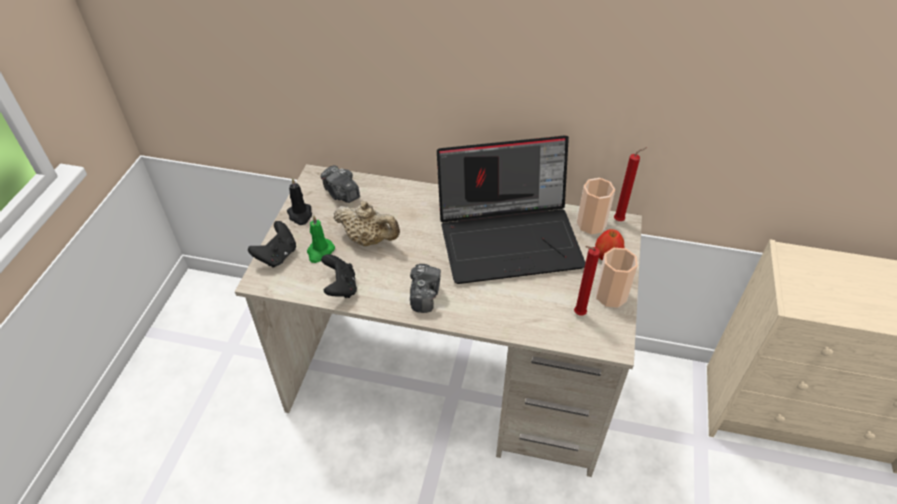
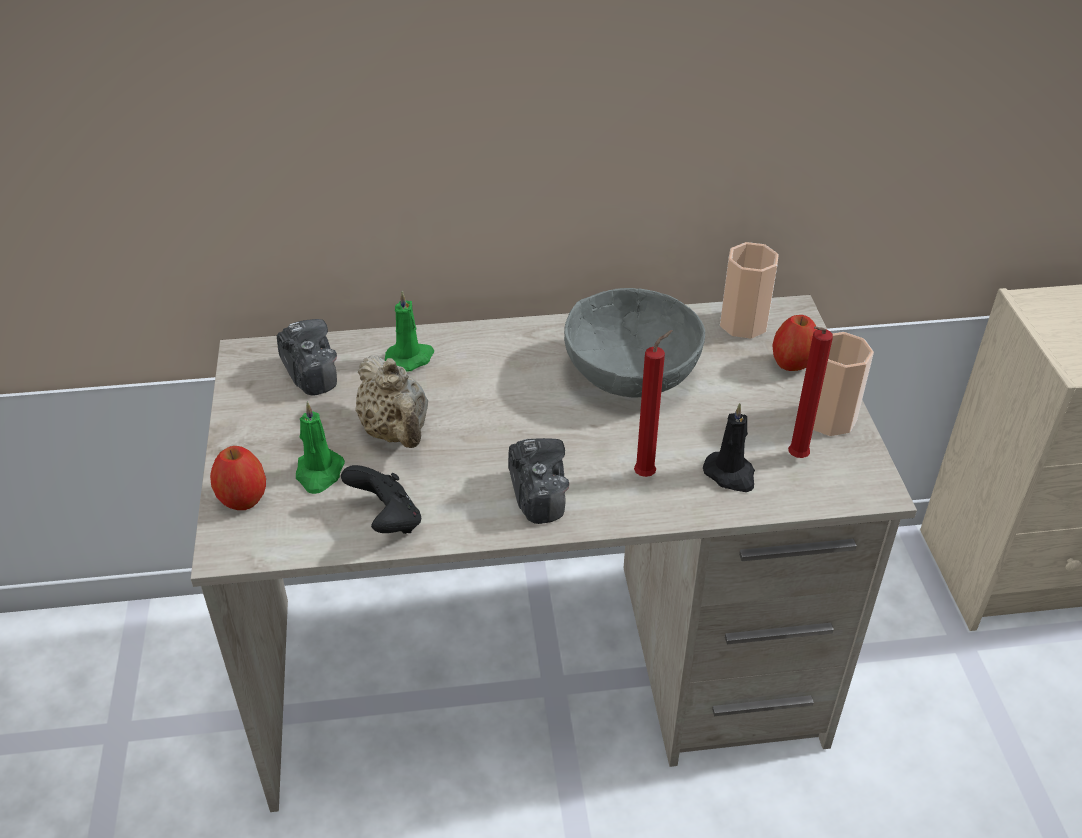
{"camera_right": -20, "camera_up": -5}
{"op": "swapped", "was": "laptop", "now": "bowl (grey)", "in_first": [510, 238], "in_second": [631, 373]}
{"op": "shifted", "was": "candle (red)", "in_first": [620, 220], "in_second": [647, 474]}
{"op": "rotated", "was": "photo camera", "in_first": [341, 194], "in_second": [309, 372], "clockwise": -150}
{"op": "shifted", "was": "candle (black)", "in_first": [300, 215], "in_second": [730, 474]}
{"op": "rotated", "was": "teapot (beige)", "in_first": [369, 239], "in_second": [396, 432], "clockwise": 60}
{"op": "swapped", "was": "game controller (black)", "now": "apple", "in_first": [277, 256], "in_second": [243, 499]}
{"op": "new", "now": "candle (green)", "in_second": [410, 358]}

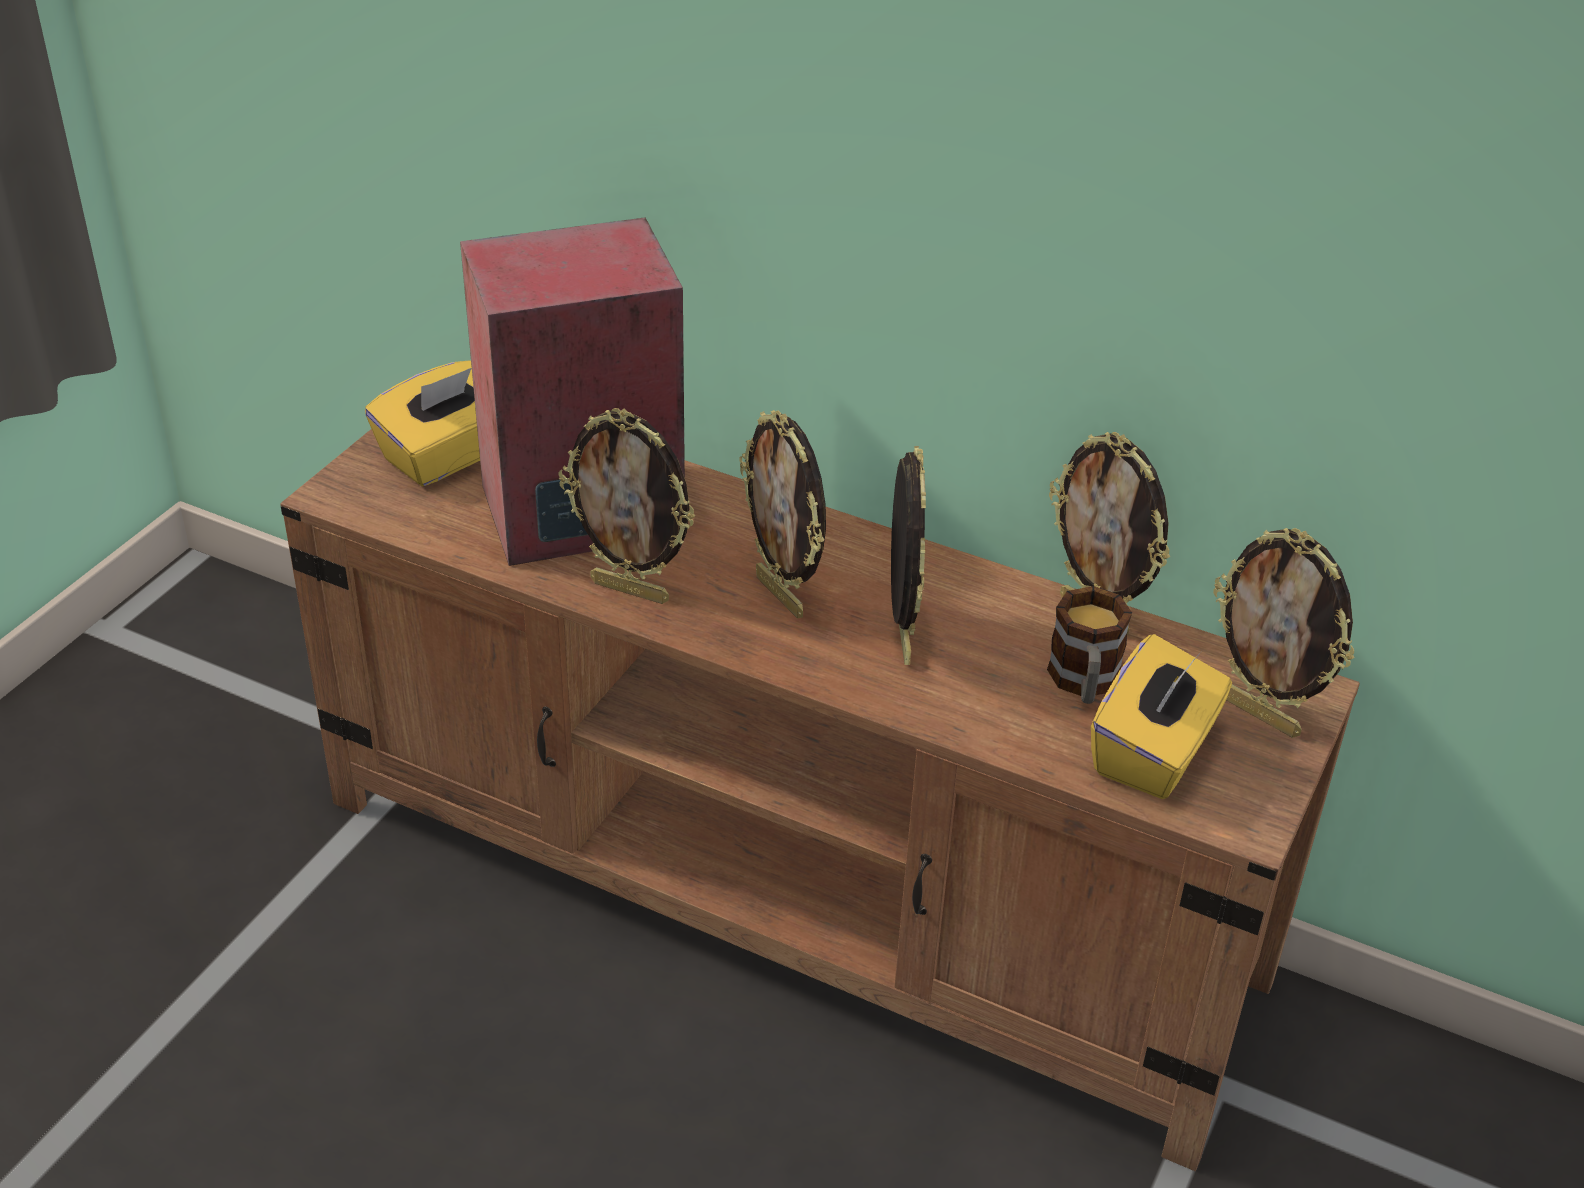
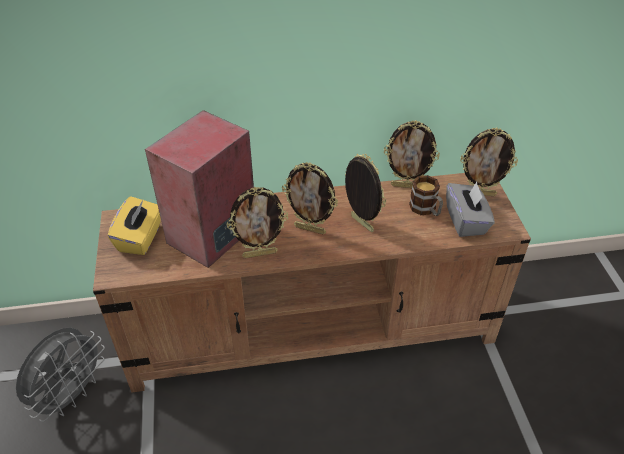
{"camera_right": -35, "camera_up": 5}
{"op": "repainted", "was": "tissue box (yellow)", "now": "tissue box (grey)", "in_first": [1154, 752], "in_second": [466, 221]}
{"op": "new", "now": "fan (grey)", "in_second": [71, 395]}

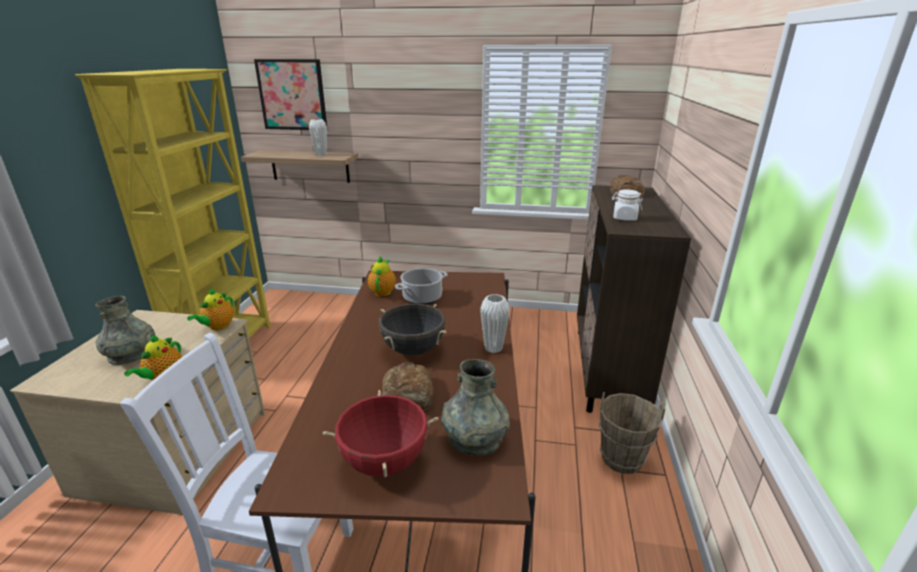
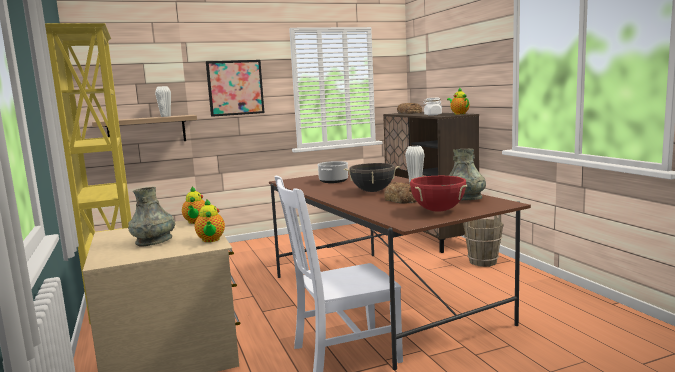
{"camera_right": -30, "camera_up": -15}
{"op": "shifted", "was": "picture", "in_first": [292, 95], "in_second": [235, 88]}
{"op": "shifted", "was": "teapot", "in_first": [383, 291], "in_second": [459, 114]}

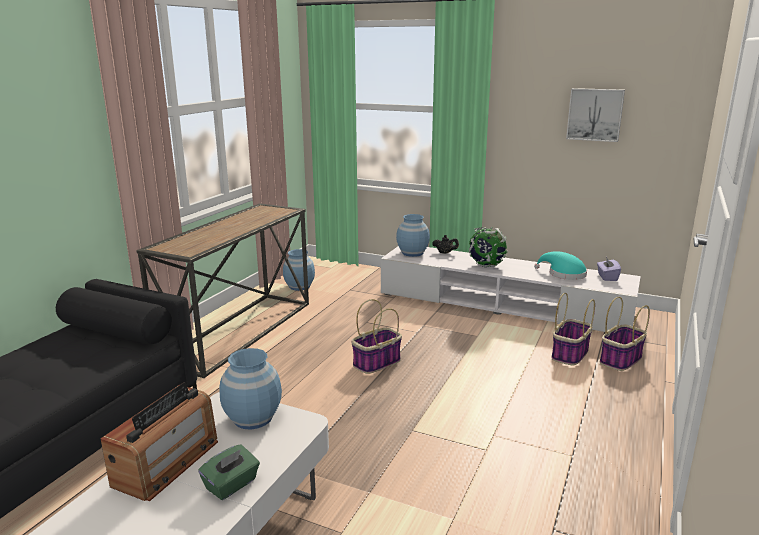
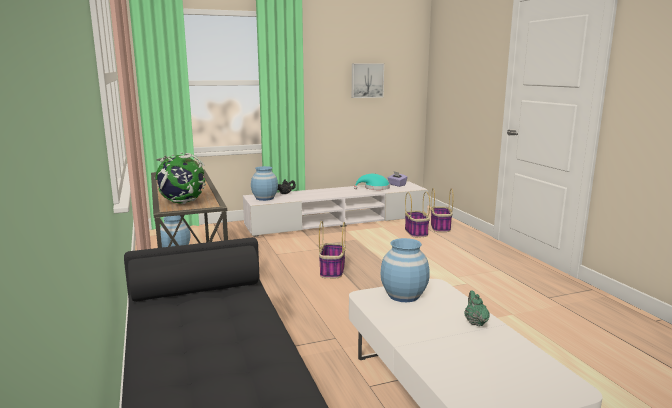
{"camera_right": -45, "camera_up": -5}
{"op": "shifted", "was": "globe", "in_first": [486, 266], "in_second": [182, 202]}
{"op": "gone", "was": "radio", "in_first": [167, 463]}
{"op": "swapped", "was": "tissue box (green)", "now": "teapot (green)", "in_first": [231, 485], "in_second": [475, 322]}

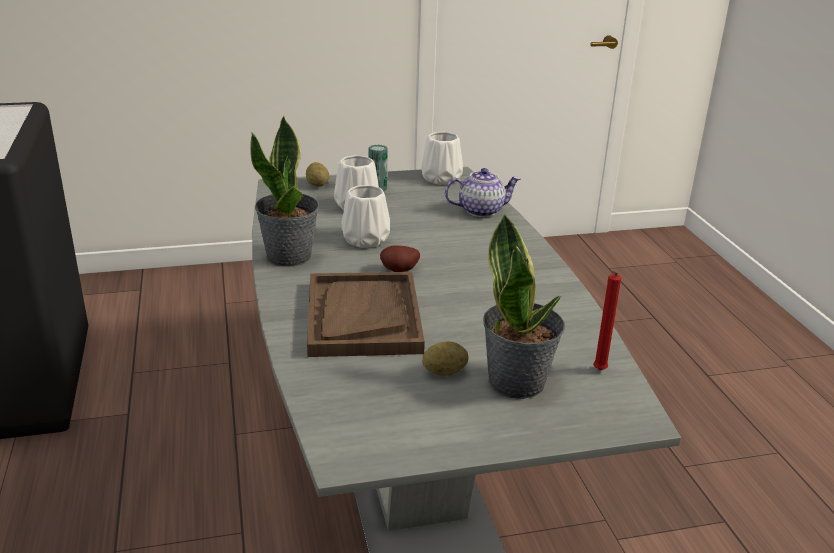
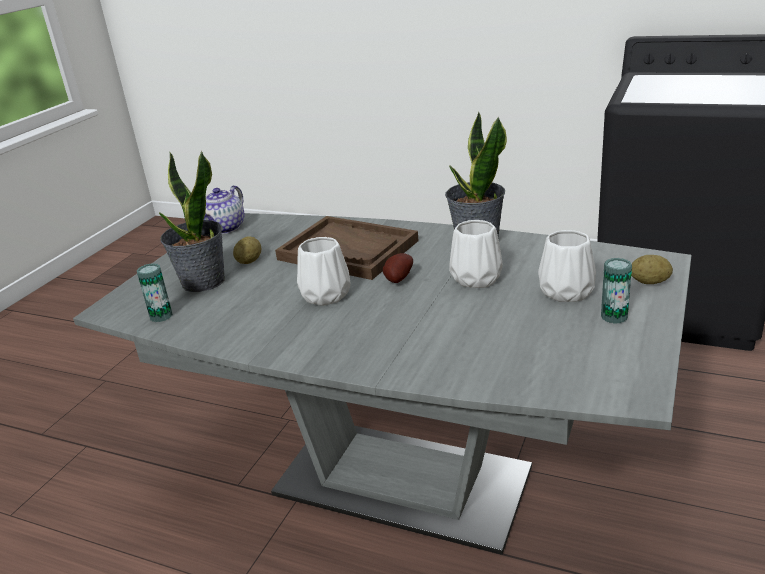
{"camera_right": 130, "camera_up": 0}
{"op": "shifted", "was": "vase (white)", "in_first": [440, 179], "in_second": [325, 295]}
{"op": "shifted", "was": "teapot", "in_first": [481, 210], "in_second": [225, 228]}
{"op": "swapped", "was": "candle (red)", "now": "can", "in_first": [598, 371], "in_second": [161, 316]}

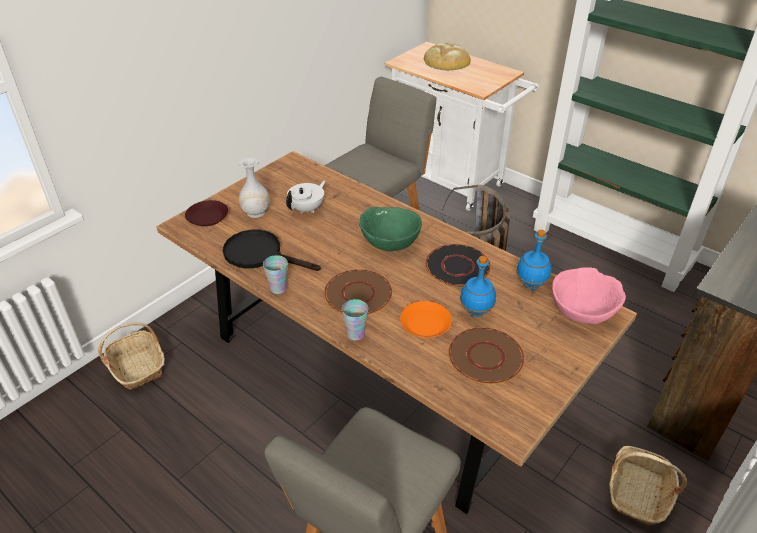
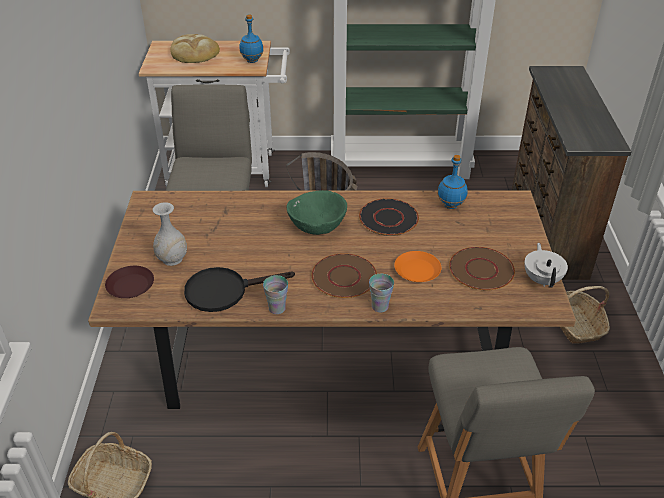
{"camera_right": -40, "camera_up": 0}
{"op": "shifted", "was": "teapot (white)", "in_first": [307, 209], "in_second": [542, 279]}
{"op": "shifted", "was": "bottle (blue)", "in_first": [475, 311], "in_second": [252, 61]}
{"op": "gone", "was": "bowl (pink)", "in_first": [583, 311]}

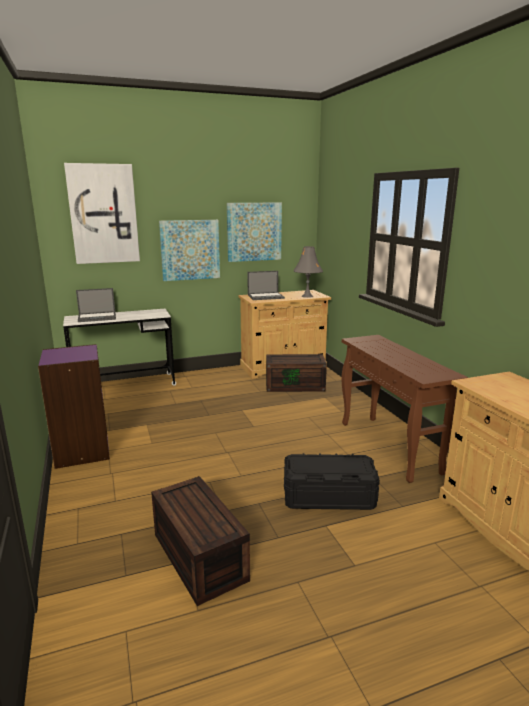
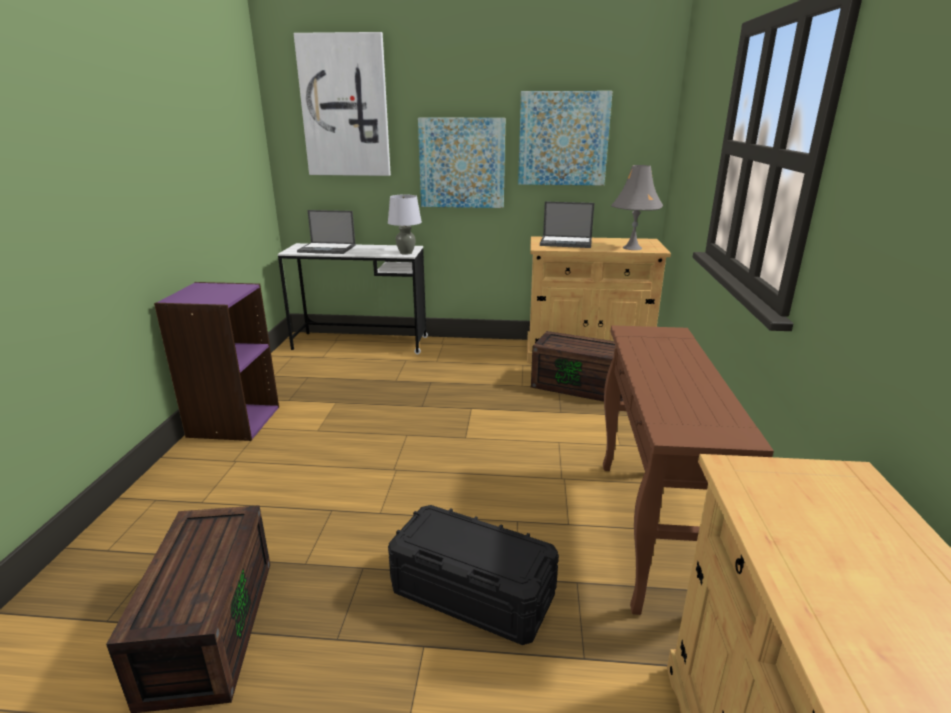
{"camera_right": 25, "camera_up": 5}
{"op": "new", "now": "table lamp (grey)", "in_second": [406, 253]}

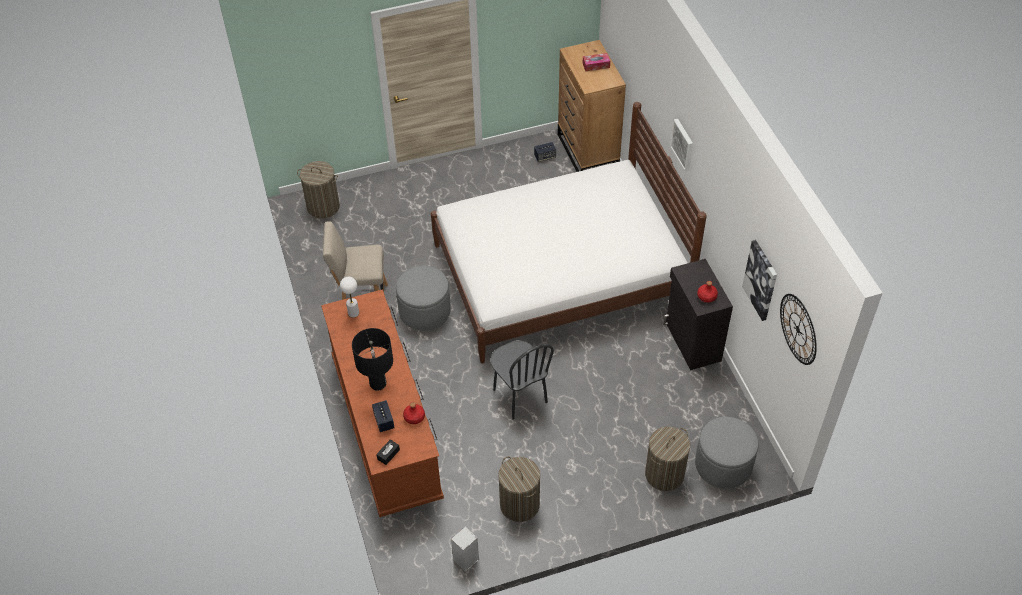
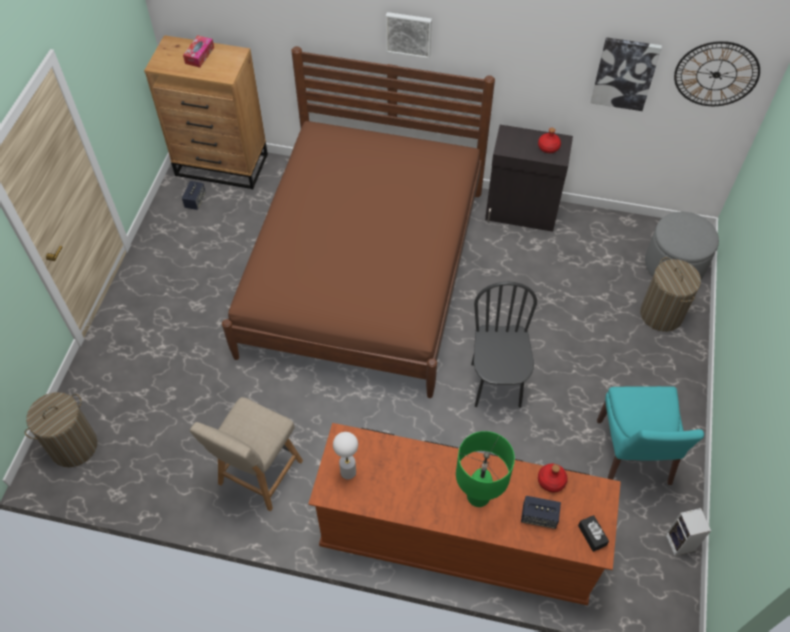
{"camera_right": -60, "camera_up": 5}
{"op": "repainted", "was": "bed (white)", "now": "bed (brown)", "in_first": [559, 275], "in_second": [364, 271]}
{"op": "gone", "was": "ottoman (grey)", "in_first": [425, 311]}
{"op": "repainted", "was": "table lamp (black)", "now": "table lamp (green)", "in_first": [377, 384], "in_second": [478, 497]}
{"op": "rotated", "was": "chair (black)", "in_first": [519, 396], "in_second": [496, 385], "clockwise": -90}
{"op": "swapped", "was": "laundry basket", "now": "chair (turquoise)", "in_first": [519, 504], "in_second": [633, 455]}

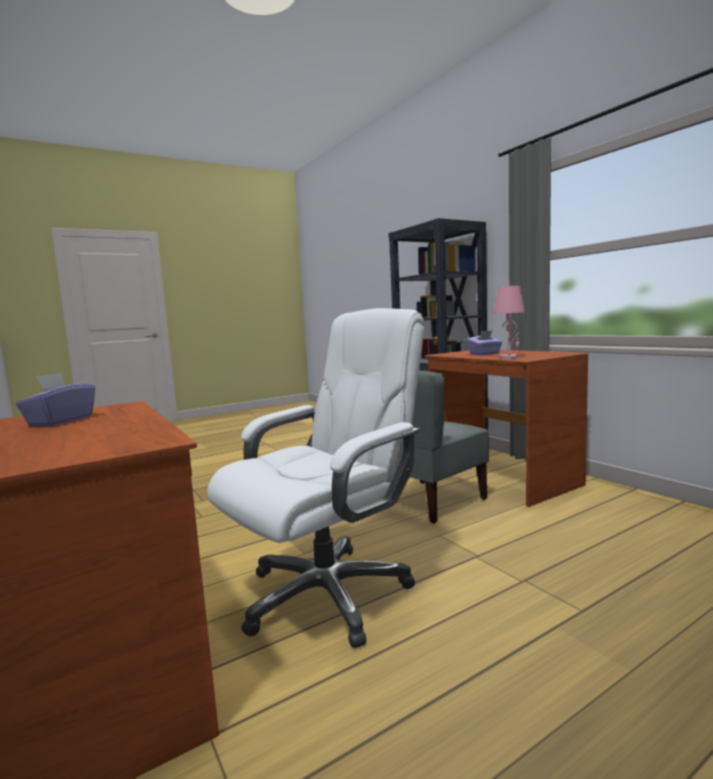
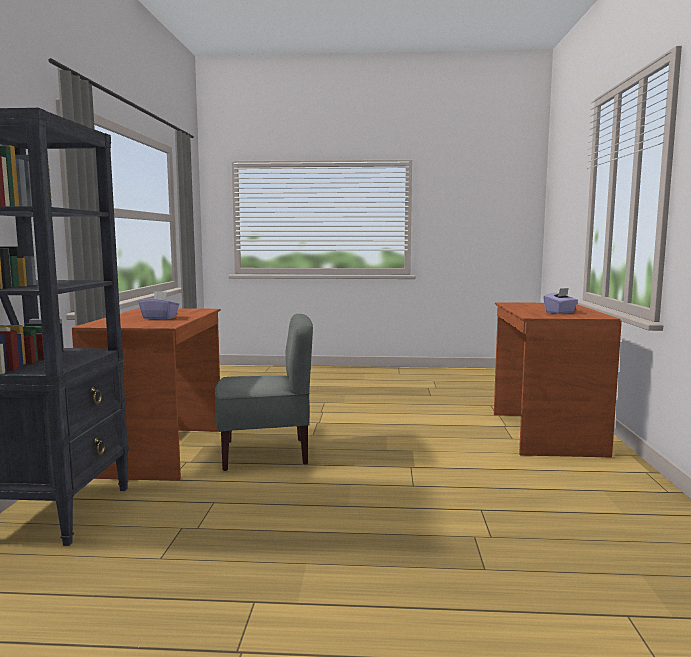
{"camera_right": -145, "camera_up": 0}
{"op": "gone", "was": "table lamp (pink)", "in_first": [509, 357]}
{"op": "gone", "was": "office chair (white)", "in_first": [327, 593]}

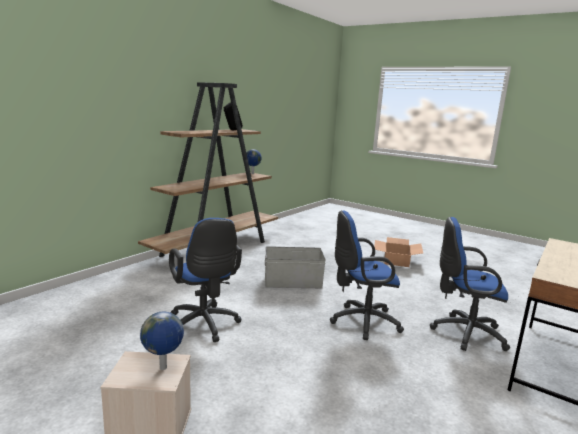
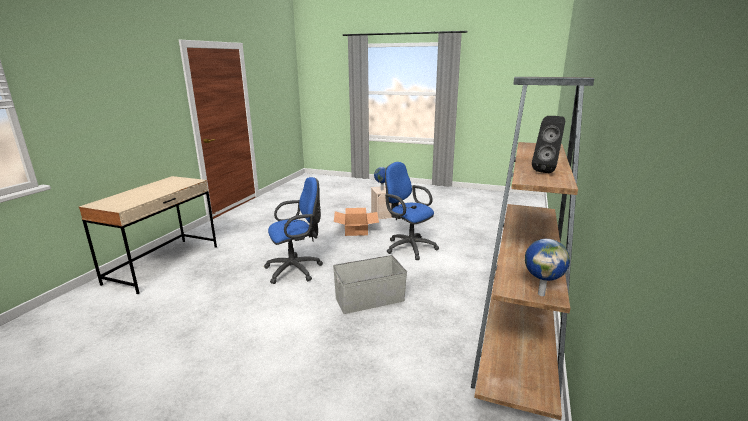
{"camera_right": 165, "camera_up": 5}
{"op": "gone", "was": "office chair (blue)", "in_first": [464, 333]}
{"op": "shifted", "was": "cardboard box", "in_first": [396, 260], "in_second": [356, 229]}

